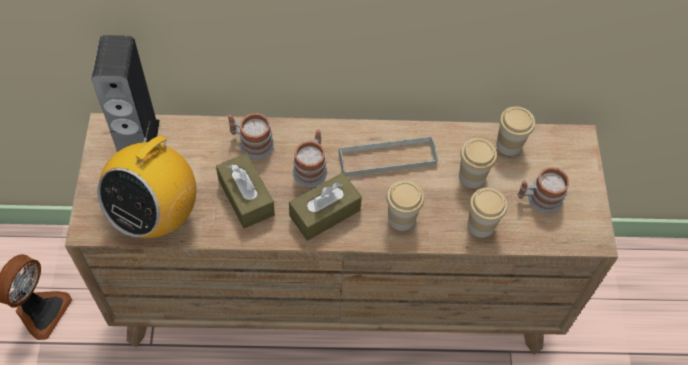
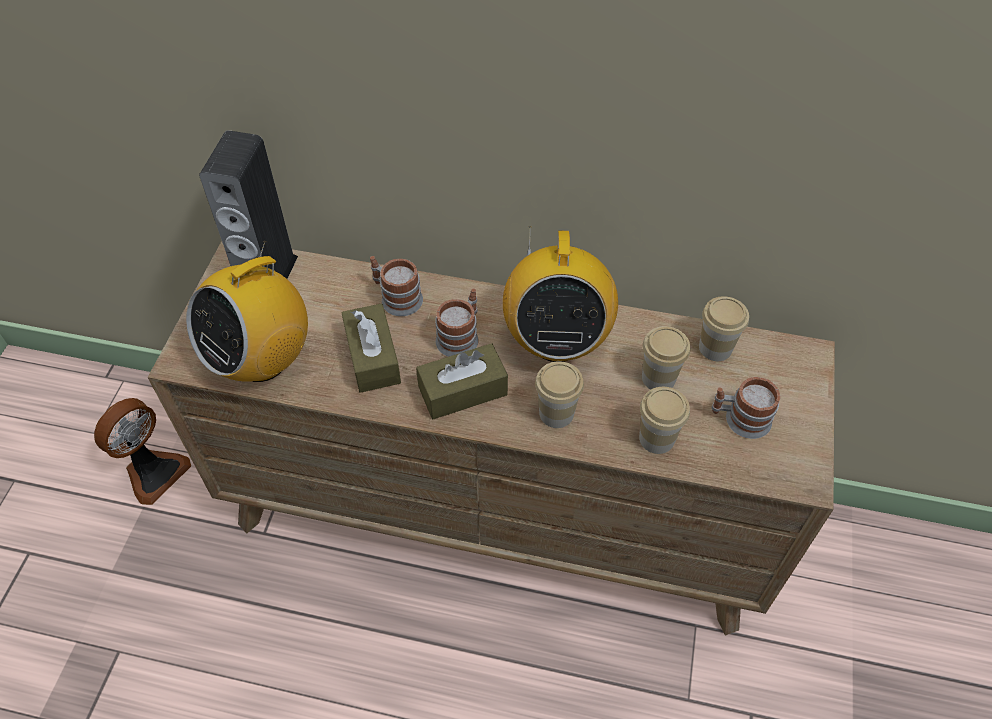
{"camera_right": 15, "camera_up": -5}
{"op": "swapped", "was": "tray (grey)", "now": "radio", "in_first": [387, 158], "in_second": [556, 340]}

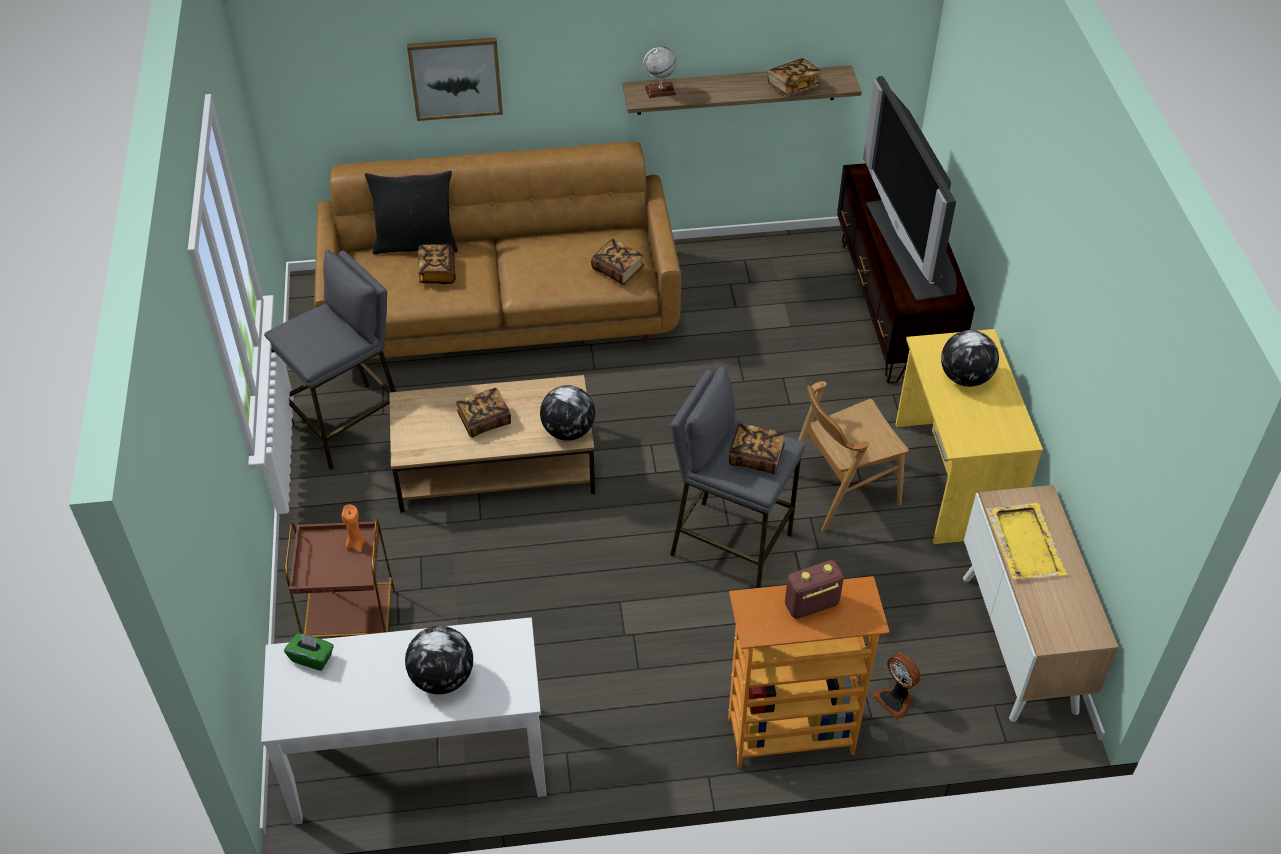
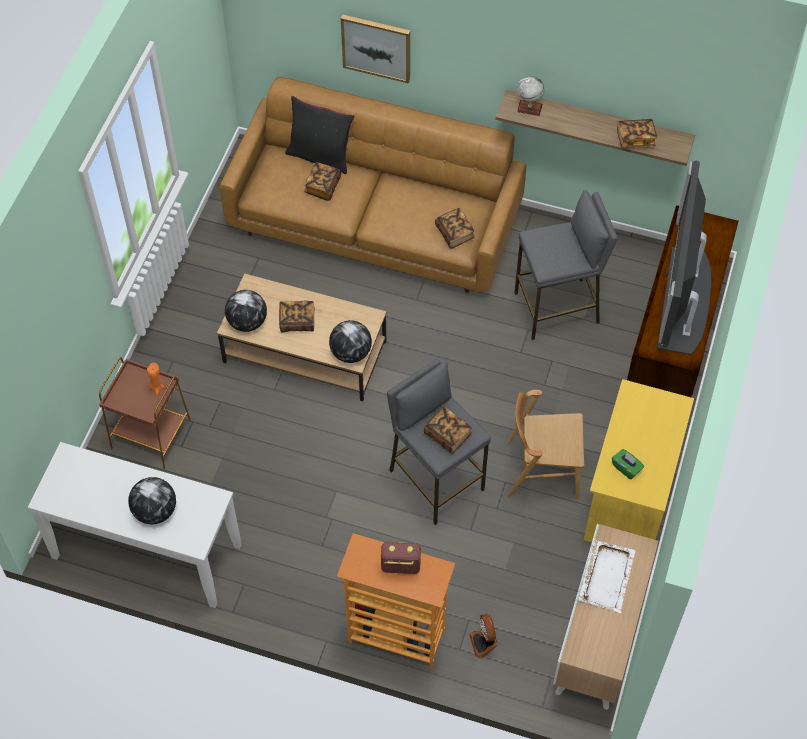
{"camera_right": 25, "camera_up": 10}
{"op": "shifted", "was": "stool (grey)", "in_first": [350, 425], "in_second": [557, 308]}
{"op": "shifted", "was": "globe", "in_first": [965, 378], "in_second": [247, 322]}
{"op": "repainted", "was": "tray (yellow)", "now": "tray (white)", "in_first": [1025, 542], "in_second": [607, 576]}
{"op": "shifted", "was": "tissue box (green)", "in_first": [312, 658], "in_second": [626, 468]}

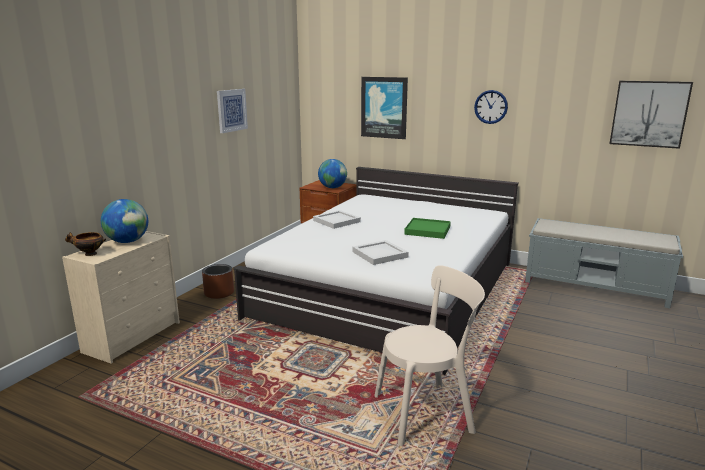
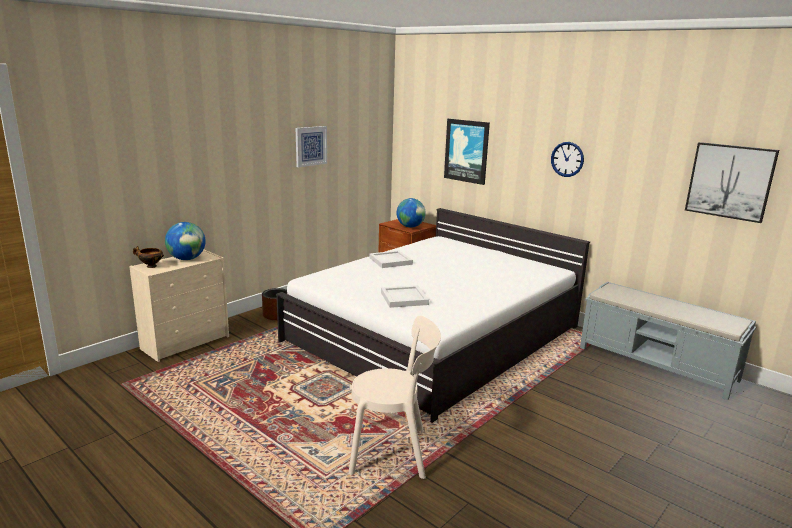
{"camera_right": 15, "camera_up": 0}
{"op": "gone", "was": "tray (green)", "in_first": [427, 230]}

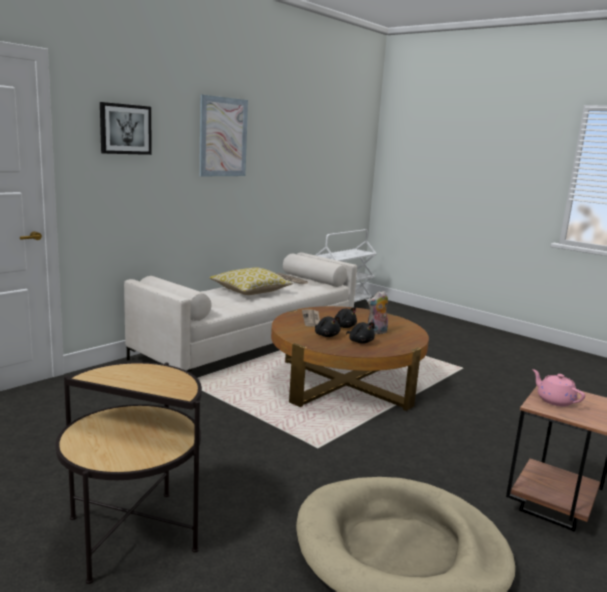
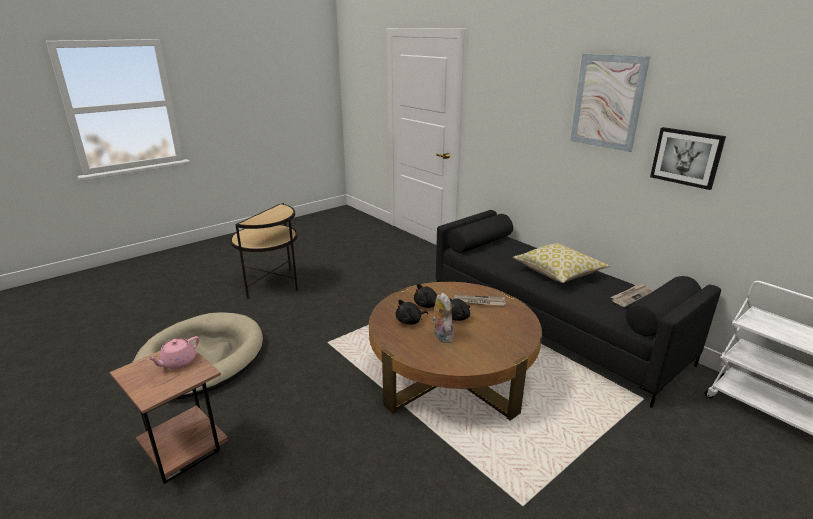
{"camera_right": 100, "camera_up": 10}
{"op": "shifted", "was": "picture", "in_first": [125, 129], "in_second": [686, 157]}
{"op": "repainted", "was": "sofa (white)", "now": "sofa (black)", "in_first": [250, 342], "in_second": [551, 323]}
{"op": "rotated", "was": "teapot (pink)", "in_first": [554, 400], "in_second": [178, 362], "clockwise": 150}

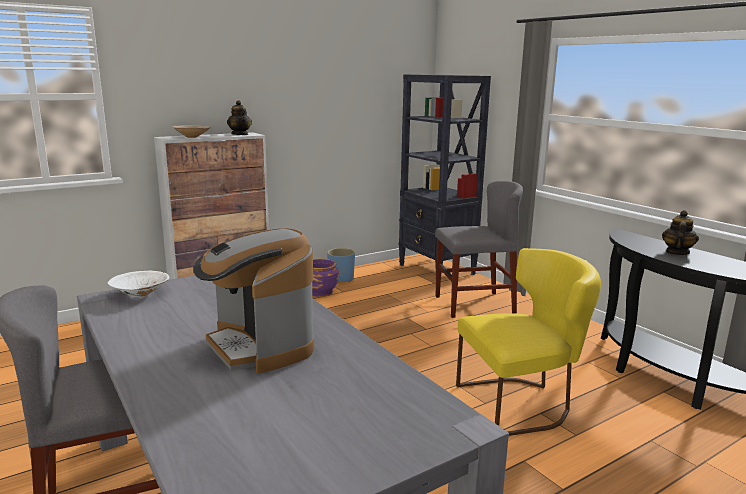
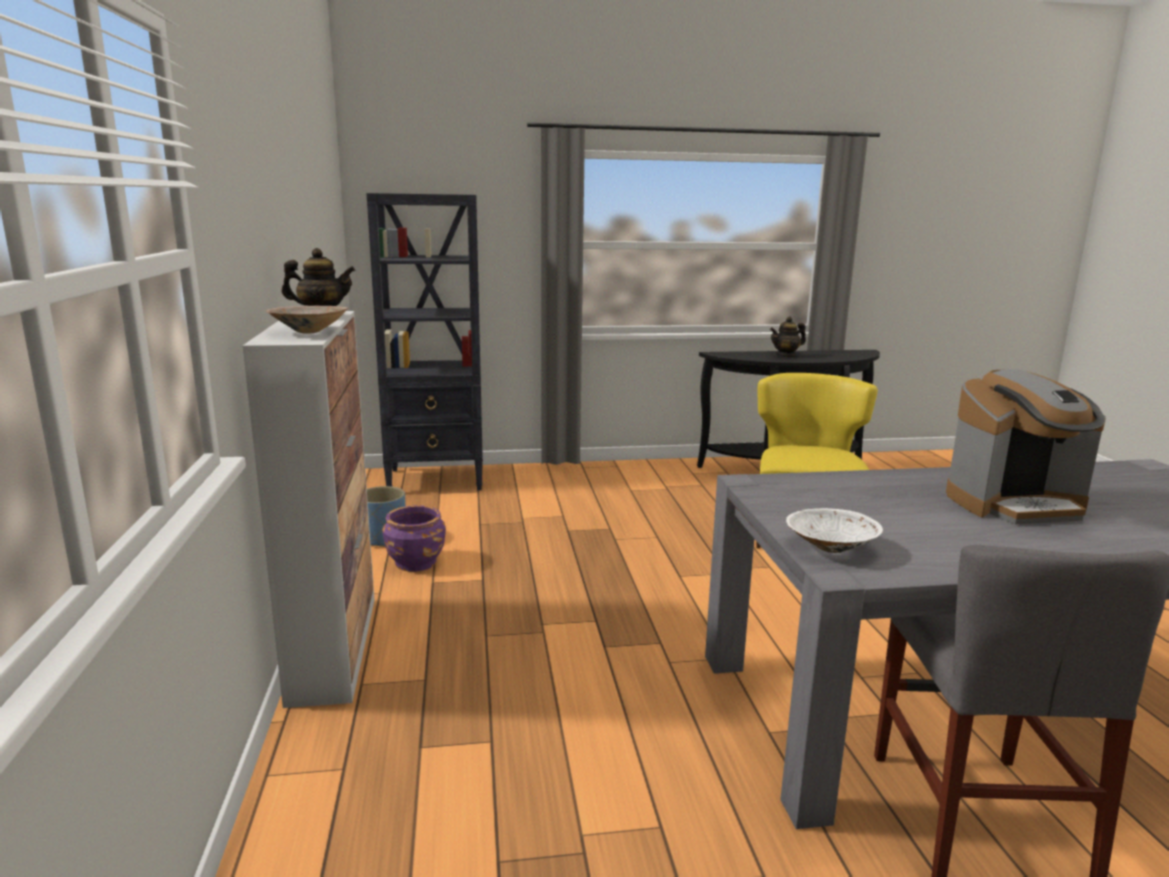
{"camera_right": -65, "camera_up": 0}
{"op": "gone", "was": "chair (grey)", "in_first": [474, 305]}
{"op": "rotated", "was": "teapot", "in_first": [676, 252], "in_second": [786, 355], "clockwise": -75}

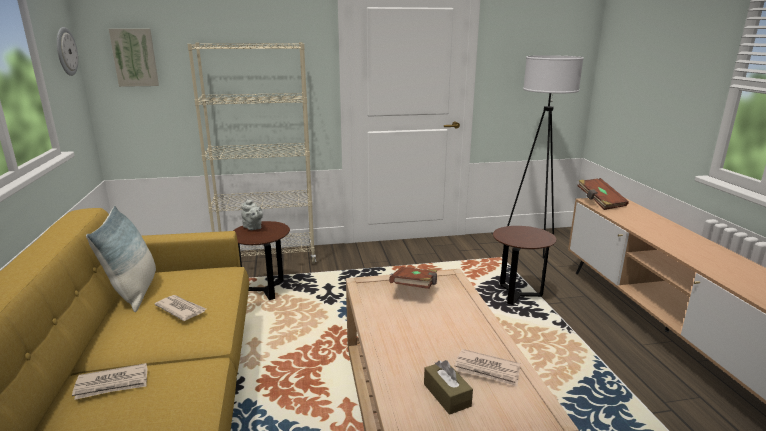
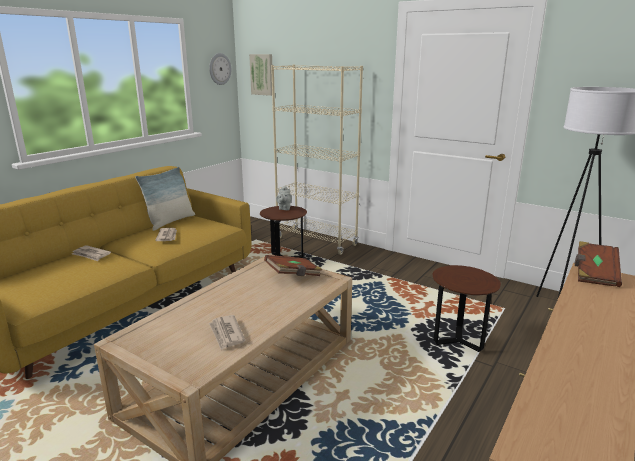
{"camera_right": 45, "camera_up": 0}
{"op": "gone", "was": "tissue box (brown)", "in_first": [447, 395]}

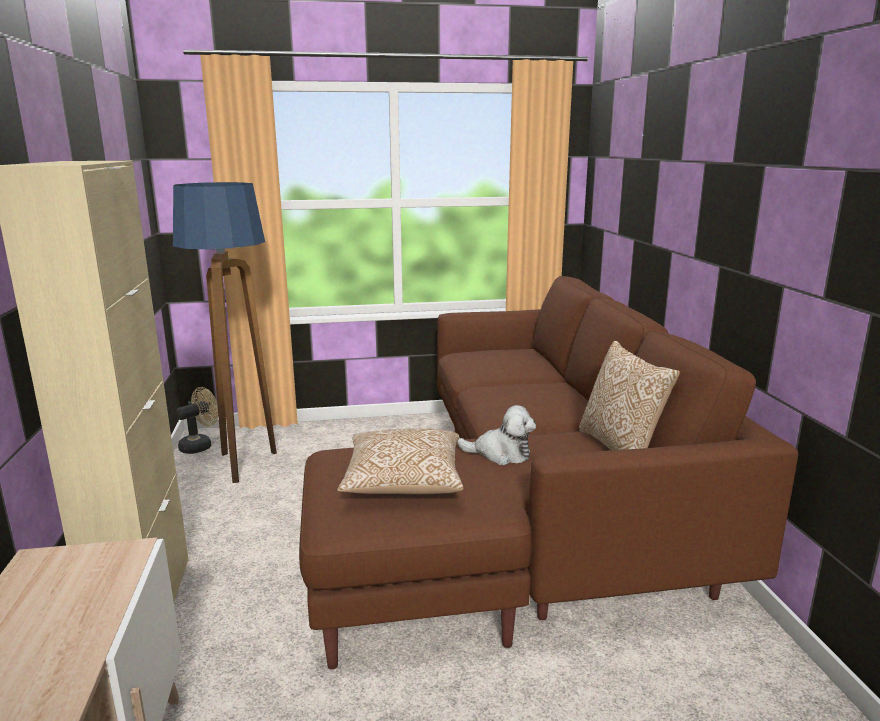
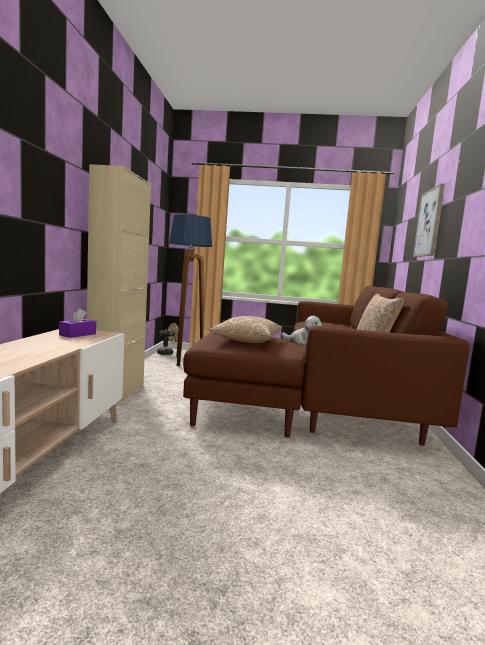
{"camera_right": 15, "camera_up": -10}
{"op": "new", "now": "picture", "in_second": [429, 223]}
{"op": "new", "now": "tissue box (purple)", "in_second": [77, 334]}

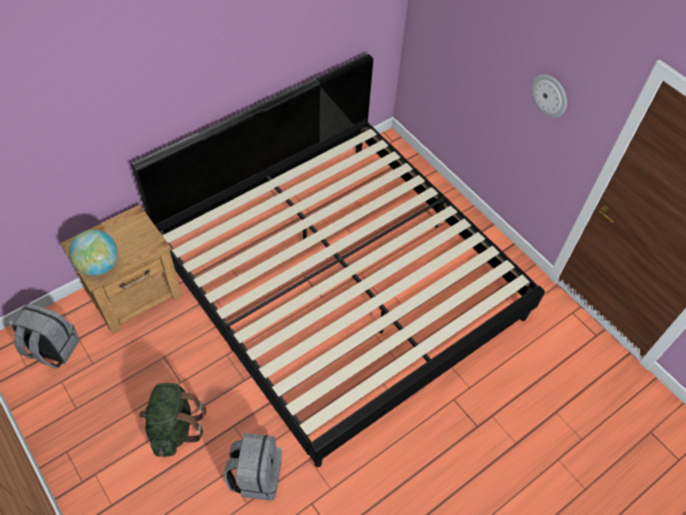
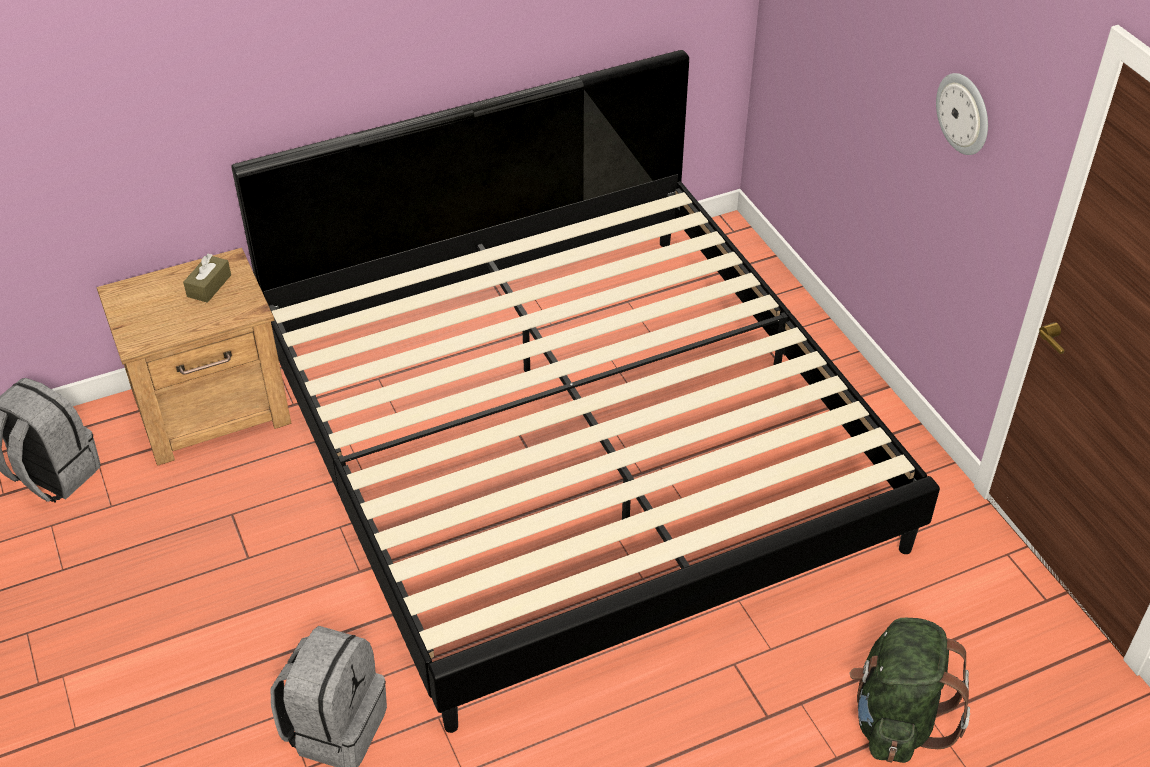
{"camera_right": 15, "camera_up": -10}
{"op": "gone", "was": "globe", "in_first": [99, 265]}
{"op": "shifted", "was": "backpack (green)", "in_first": [174, 428], "in_second": [896, 719]}
{"op": "new", "now": "tissue box (brown)", "in_second": [209, 286]}

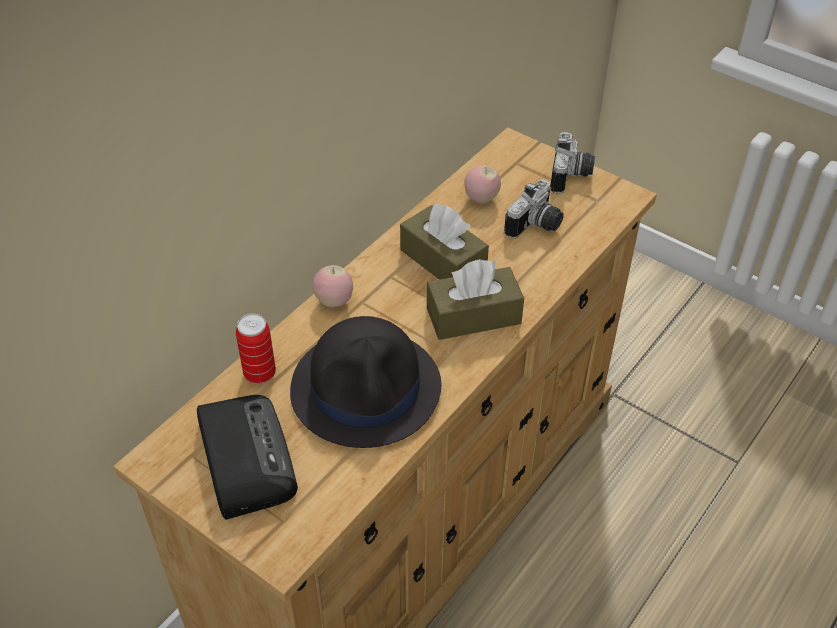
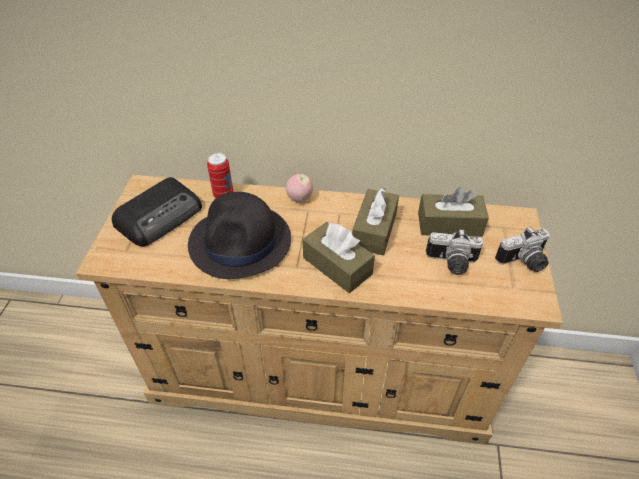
{"camera_right": 60, "camera_up": 0}
{"op": "swapped", "was": "apple", "now": "tissue box (brown)", "in_first": [481, 199], "in_second": [449, 224]}

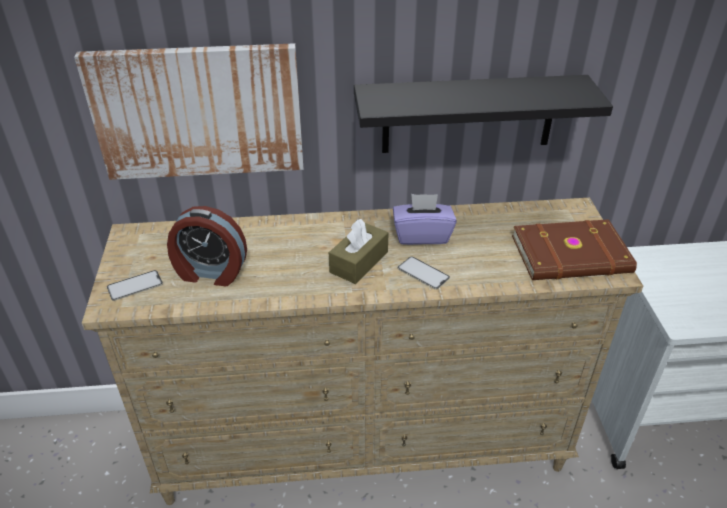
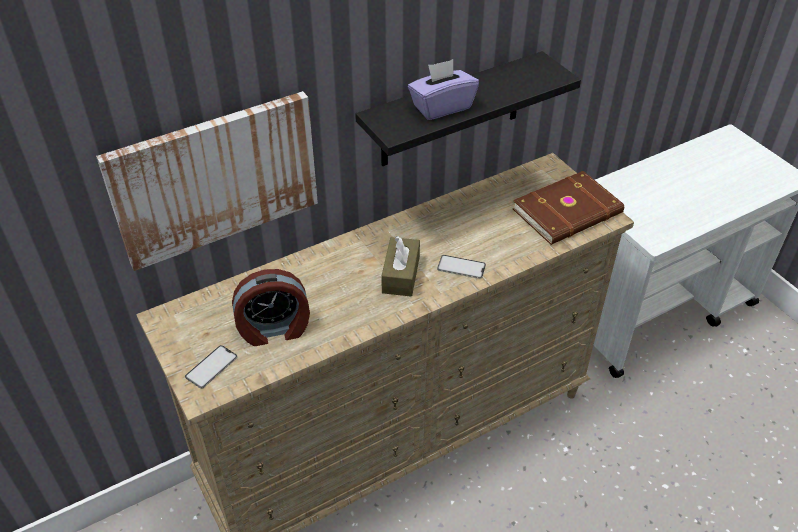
{"camera_right": -25, "camera_up": 5}
{"op": "shifted", "was": "tissue box (purple)", "in_first": [422, 235], "in_second": [441, 107]}

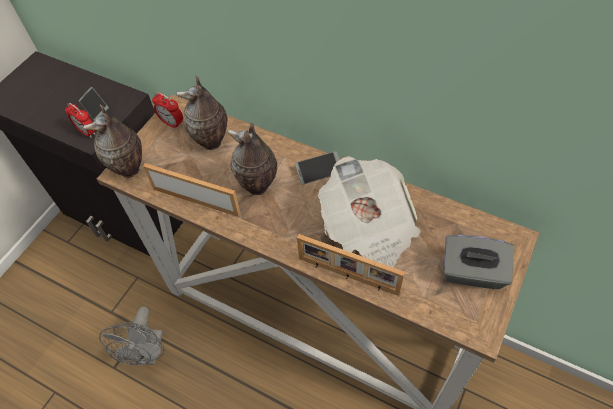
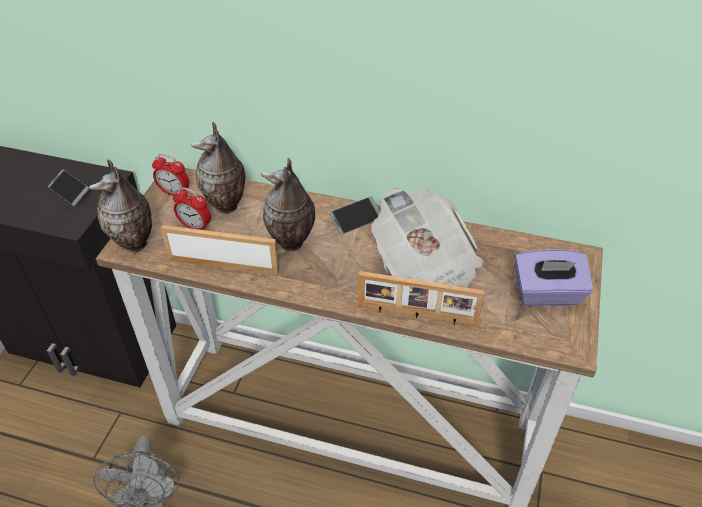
{"camera_right": -15, "camera_up": -10}
{"op": "shifted", "was": "alarm clock", "in_first": [87, 132], "in_second": [195, 227]}
{"op": "repainted", "was": "tissue box (grey)", "now": "tissue box (purple)", "in_first": [472, 273], "in_second": [547, 294]}

